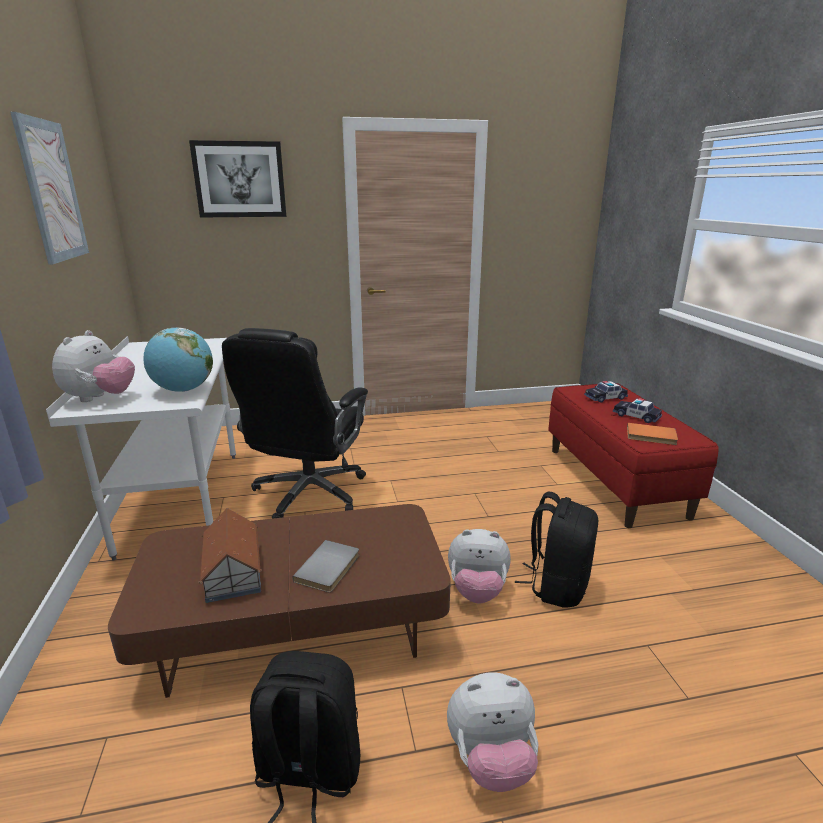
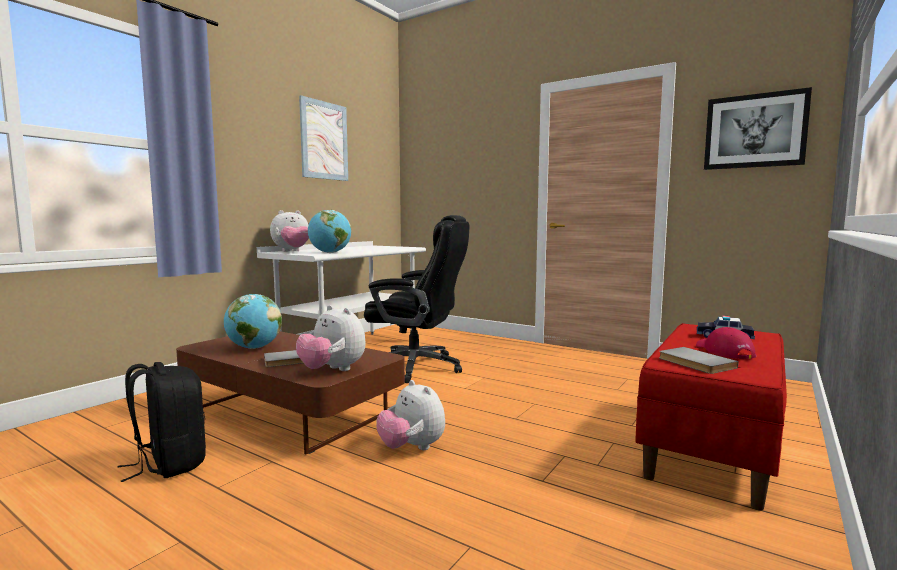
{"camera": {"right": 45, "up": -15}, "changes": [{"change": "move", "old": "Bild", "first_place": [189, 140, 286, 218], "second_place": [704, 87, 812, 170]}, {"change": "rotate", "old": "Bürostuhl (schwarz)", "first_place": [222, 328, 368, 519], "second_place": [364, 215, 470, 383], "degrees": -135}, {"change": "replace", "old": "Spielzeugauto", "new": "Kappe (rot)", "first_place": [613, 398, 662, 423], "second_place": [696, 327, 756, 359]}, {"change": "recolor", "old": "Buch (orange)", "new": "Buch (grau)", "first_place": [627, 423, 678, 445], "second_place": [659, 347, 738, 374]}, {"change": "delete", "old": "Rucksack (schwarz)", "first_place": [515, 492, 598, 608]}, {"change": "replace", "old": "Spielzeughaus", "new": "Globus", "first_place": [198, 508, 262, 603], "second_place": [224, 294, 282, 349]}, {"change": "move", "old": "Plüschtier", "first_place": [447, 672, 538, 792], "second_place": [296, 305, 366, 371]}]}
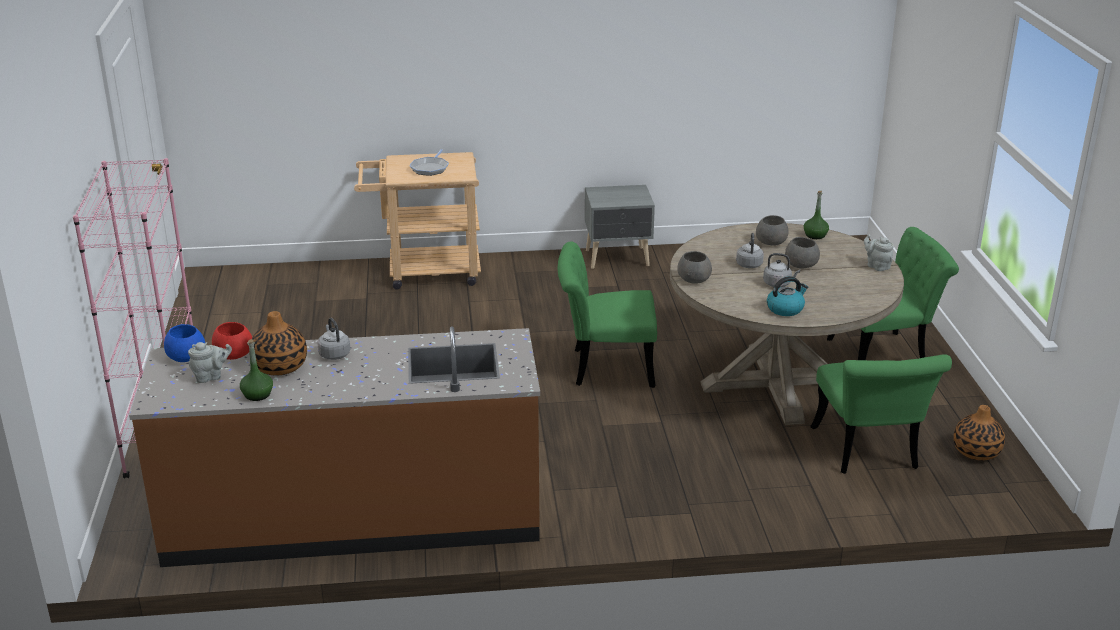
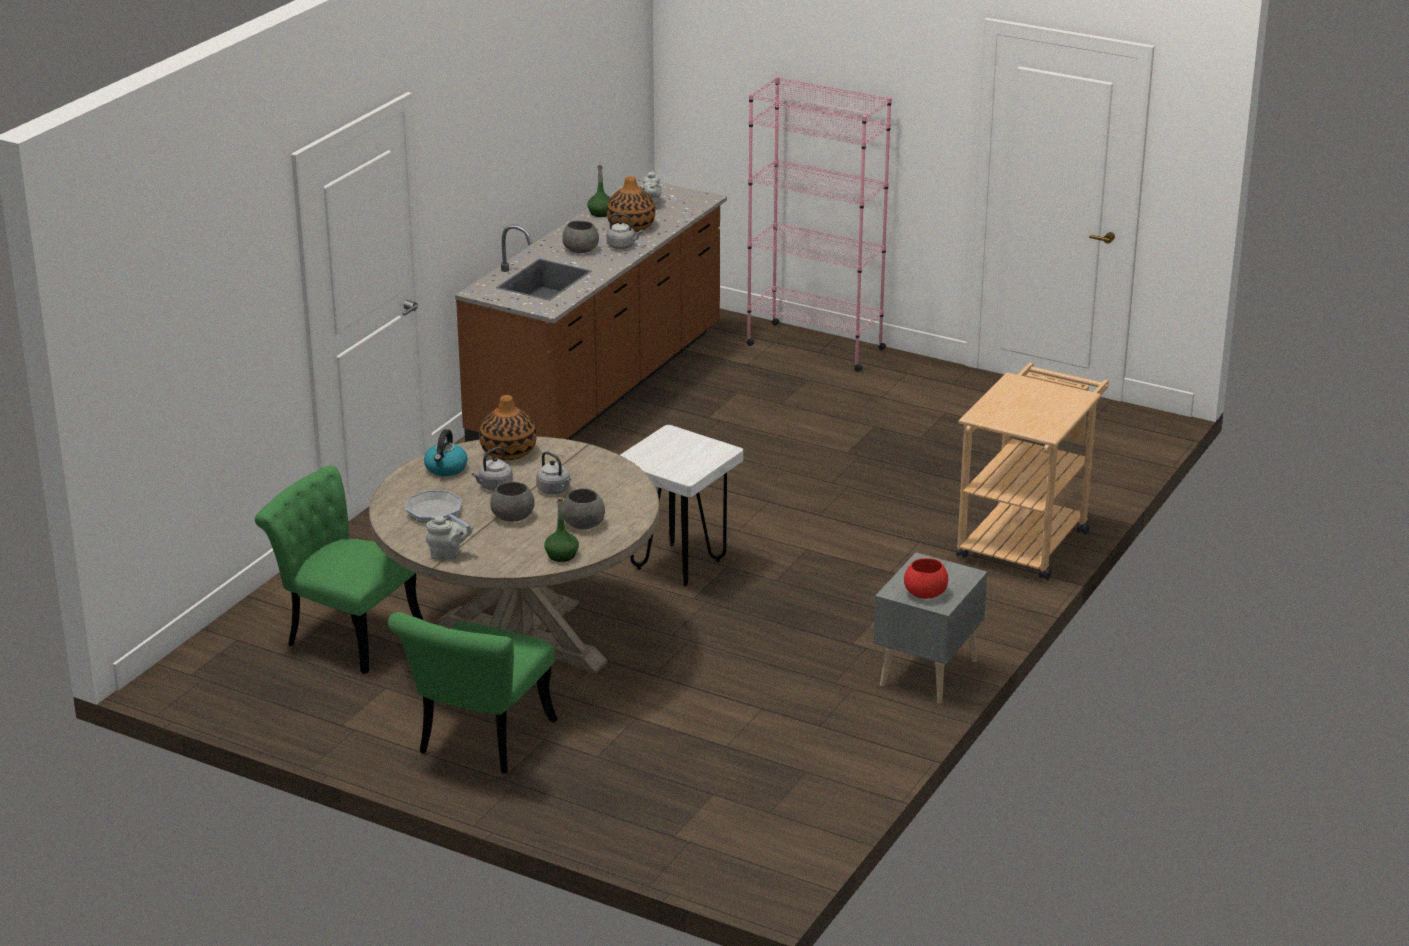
{"camera": {"right": 125, "up": 0}, "changes": [{"change": "move", "old": "Pfanne", "first_place": [409, 149, 449, 176], "second_place": [405, 491, 473, 529]}, {"change": "replace", "old": "Stuhl (grün)", "new": "Hocker (weiß)", "first_place": [557, 242, 657, 388], "second_place": [620, 425, 743, 586]}, {"change": "move", "old": "Schüssel (grau)", "first_place": [677, 251, 712, 284], "second_place": [562, 221, 599, 253]}, {"change": "move", "old": "Schüssel (rot)", "first_place": [212, 322, 252, 360], "second_place": [904, 558, 948, 599]}, {"change": "delete", "old": "Schüssel (blau)", "first_place": [164, 324, 205, 362]}, {"change": "move", "old": "Vase", "first_place": [953, 405, 1005, 461], "second_place": [479, 395, 537, 460]}]}
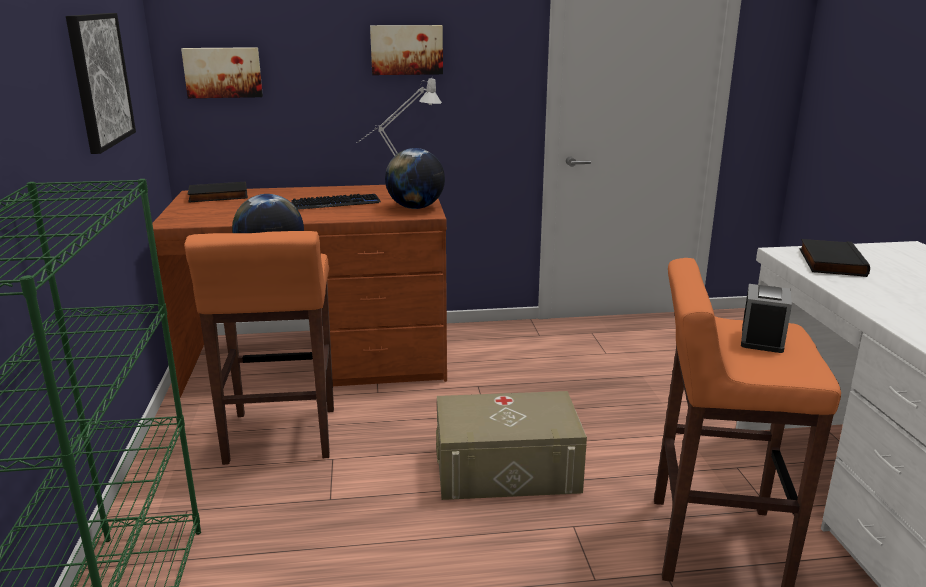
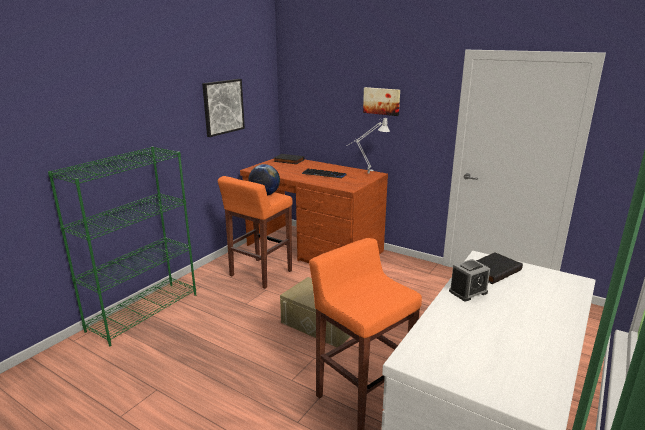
{"camera": {"right": 40, "up": 0}, "changes": [{"change": "delete", "old": "Bild", "first_place": [181, 47, 263, 98]}, {"change": "delete", "old": "Globus", "first_place": [385, 148, 445, 209]}, {"change": "move", "old": "Wecker", "first_place": [741, 284, 792, 353], "second_place": [449, 259, 490, 301]}]}
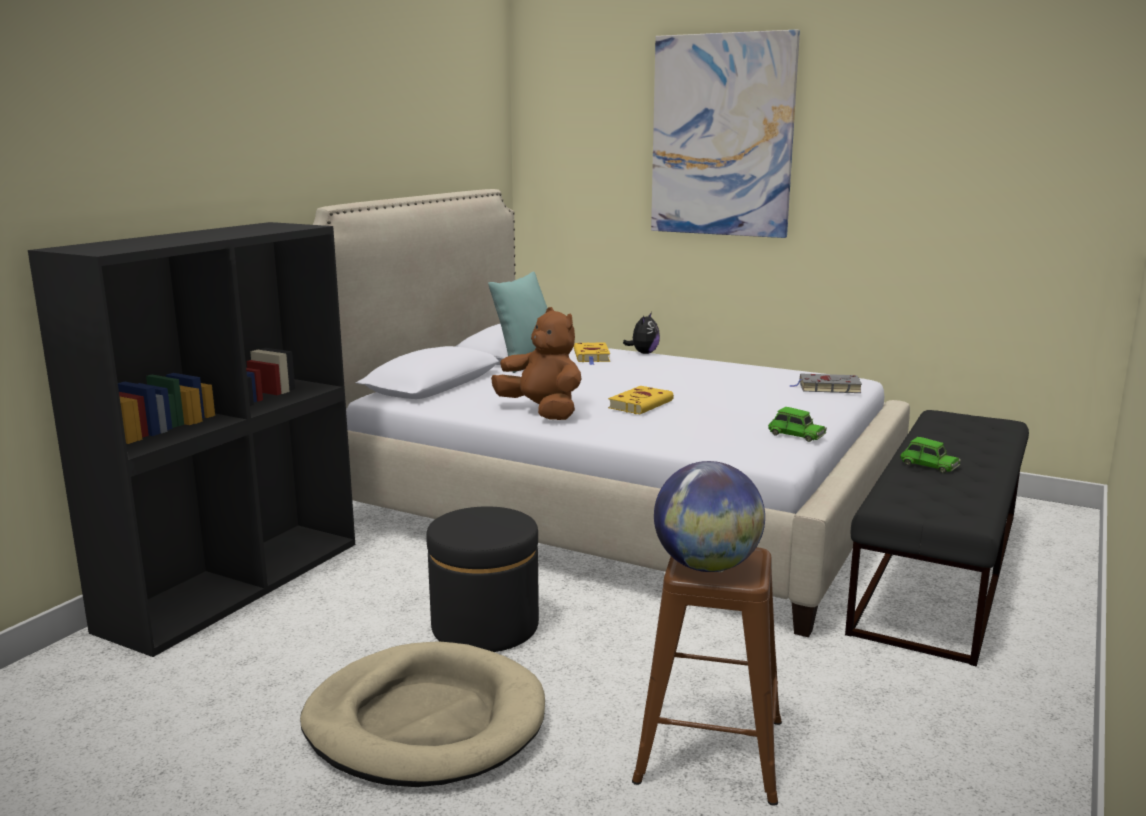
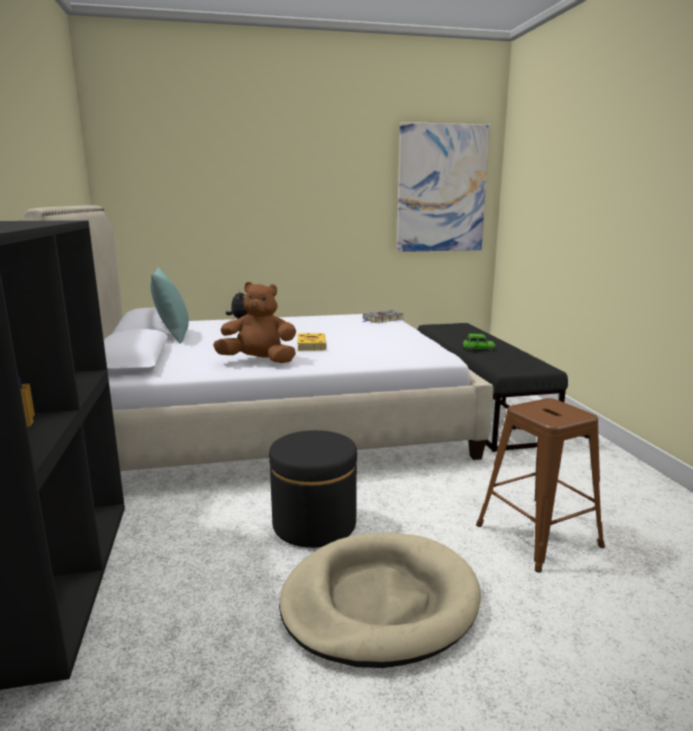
{"camera": {"right": -40, "up": 0}, "changes": [{"change": "move", "old": "Bild", "first_place": [651, 29, 800, 238], "second_place": [397, 122, 490, 252]}, {"change": "delete", "old": "Buch (gelb)", "first_place": [574, 342, 610, 365]}, {"change": "delete", "old": "Spielzeugauto (grün)", "first_place": [768, 407, 827, 442]}, {"change": "delete", "old": "Globus", "first_place": [654, 461, 765, 572]}]}
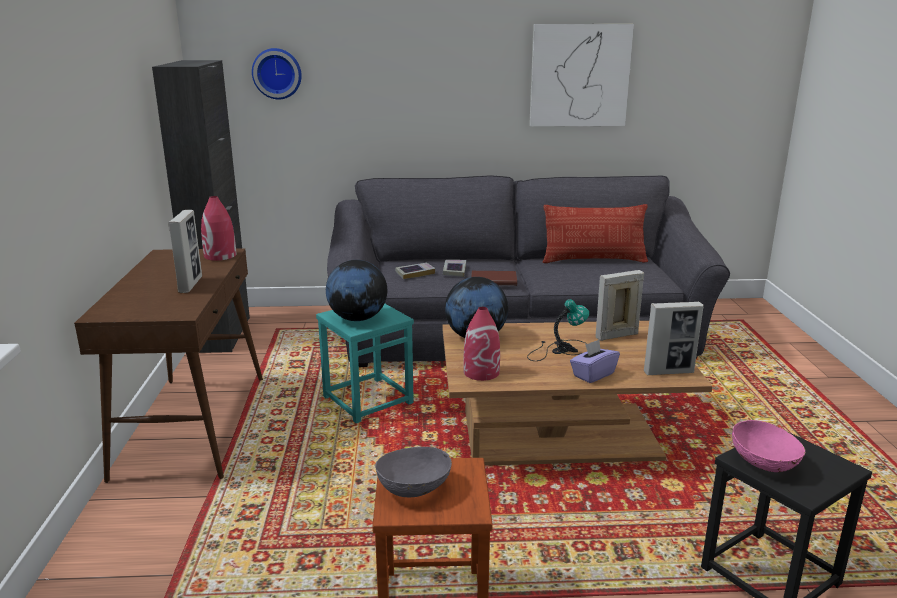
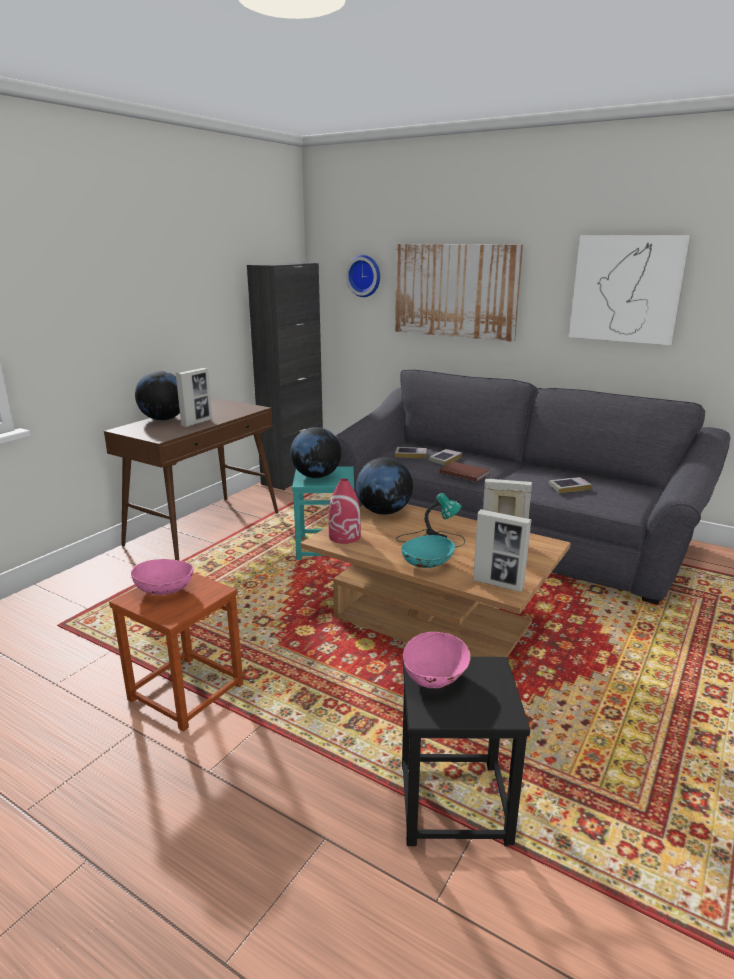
{"camera": {"right": 35, "up": 0}, "changes": [{"change": "delete", "old": "Vase (rot)", "first_place": [201, 196, 236, 261]}, {"change": "delete", "old": "Kissen", "first_place": [543, 204, 648, 263]}, {"change": "replace", "old": "Taschentuchbox (lila)", "new": "Schüssel (türkis)", "first_place": [570, 340, 620, 383], "second_place": [401, 535, 455, 568]}, {"change": "recolor", "old": "Schüssel (grau)", "new": "Schüssel (rosa)", "first_place": [375, 446, 452, 497], "second_place": [131, 559, 193, 595]}, {"change": "insert", "new": "Bild", "second_place": [395, 244, 523, 342]}, {"change": "insert", "new": "Globus", "second_place": [135, 371, 180, 420]}, {"change": "insert", "new": "Buch", "second_place": [548, 477, 592, 493]}]}
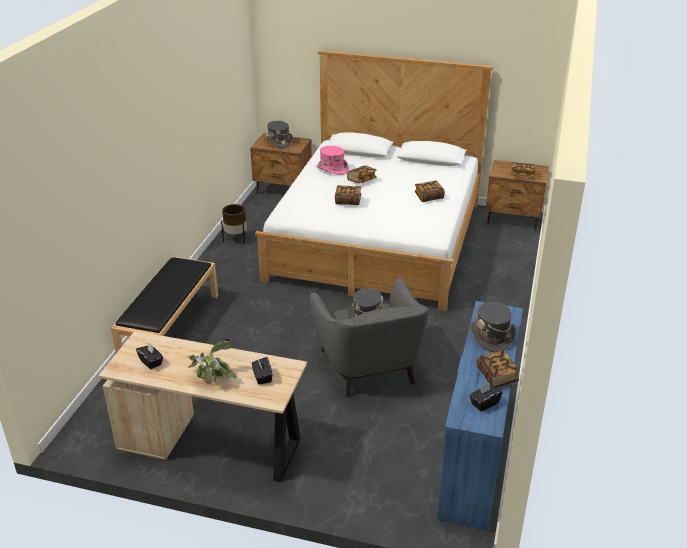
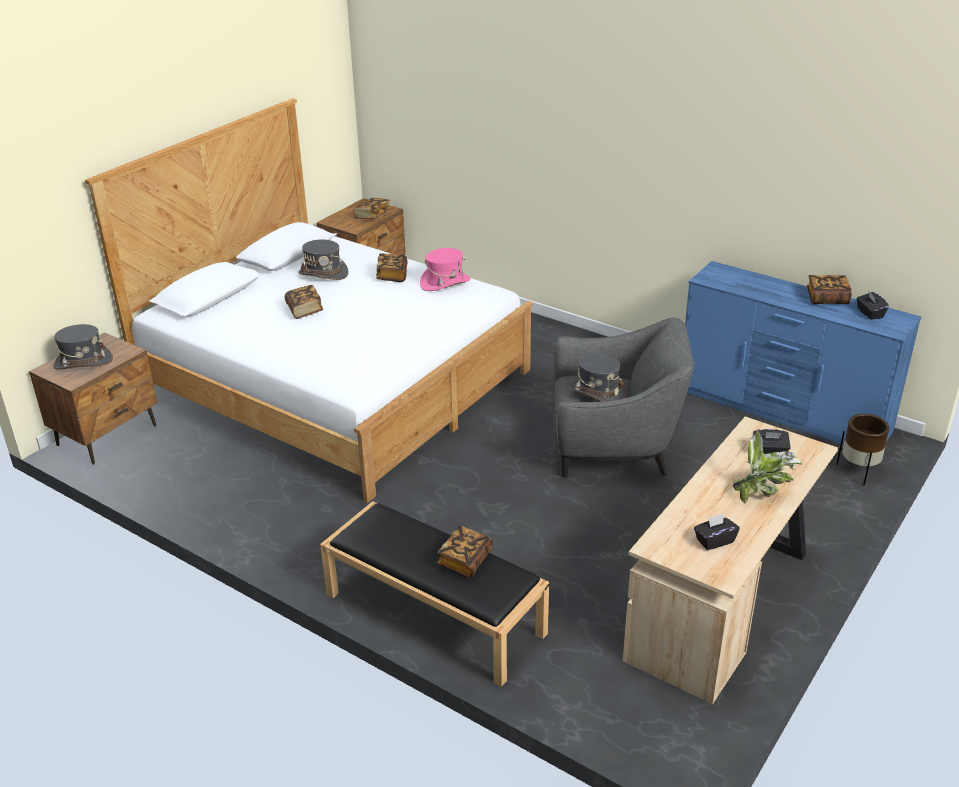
{"camera": {"right": -70, "up": 0}, "changes": [{"change": "move", "old": "Hut (rosa)", "first_place": [316, 146, 349, 175], "second_place": [420, 248, 471, 291]}, {"change": "move", "old": "Buch", "first_place": [335, 185, 361, 205], "second_place": [437, 526, 493, 579]}, {"change": "move", "old": "Pflanzkübel (braun)", "first_place": [221, 204, 247, 244], "second_place": [836, 414, 889, 485]}, {"change": "move", "old": "Hut (grau)", "first_place": [470, 301, 516, 352], "second_place": [298, 240, 349, 280]}]}
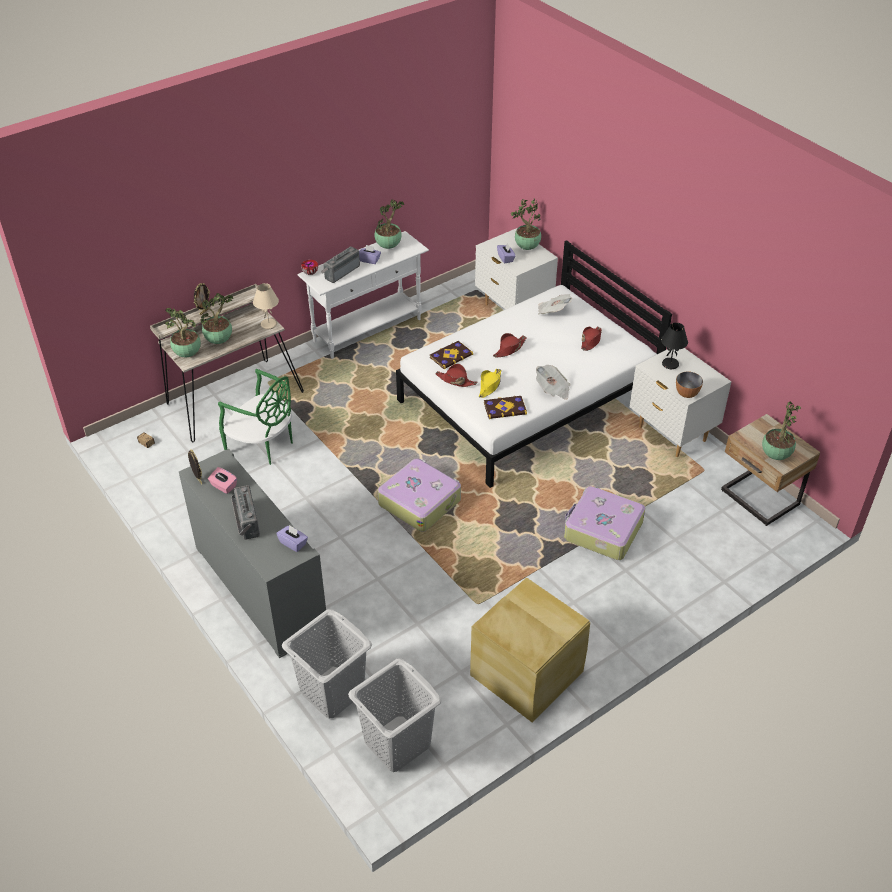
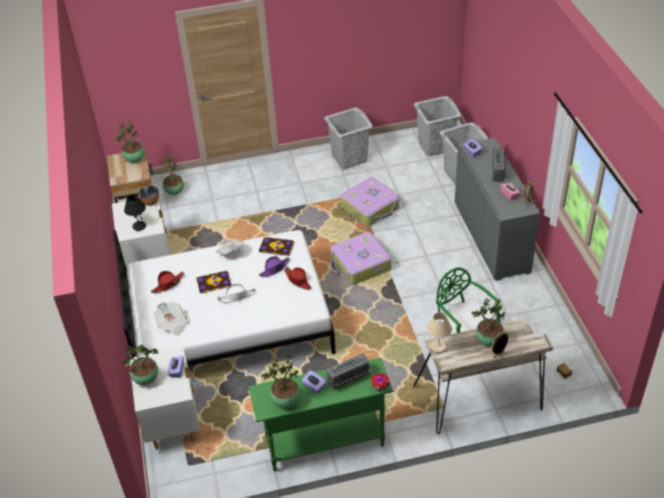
{"camera": {"right": -155, "up": 0}, "changes": [{"change": "recolor", "old": "Konsolentisch (weiß)", "new": "Konsolentisch (grün)", "first_place": [298, 231, 429, 359], "second_place": [249, 358, 393, 472]}, {"change": "move", "old": "Topfpflanze", "first_place": [164, 308, 201, 358], "second_place": [163, 156, 184, 195]}, {"change": "recolor", "old": "Hut (rot)", "new": "Hut (weiß)", "first_place": [493, 333, 527, 357], "second_place": [218, 284, 255, 303]}, {"change": "move", "old": "Buch", "first_place": [429, 341, 473, 369], "second_place": [196, 270, 231, 293]}, {"change": "recolor", "old": "Hut (gelb)", "new": "Hut (lila)", "first_place": [479, 369, 501, 398], "second_place": [259, 256, 290, 277]}, {"change": "move", "old": "Koffer", "first_place": [564, 486, 645, 560], "second_place": [340, 177, 399, 226]}, {"change": "replace", "old": "Aufbewahrungsbox (beige)", "new": "Wäschekorb (grau)", "first_place": [470, 578, 590, 722], "second_place": [324, 108, 373, 169]}]}
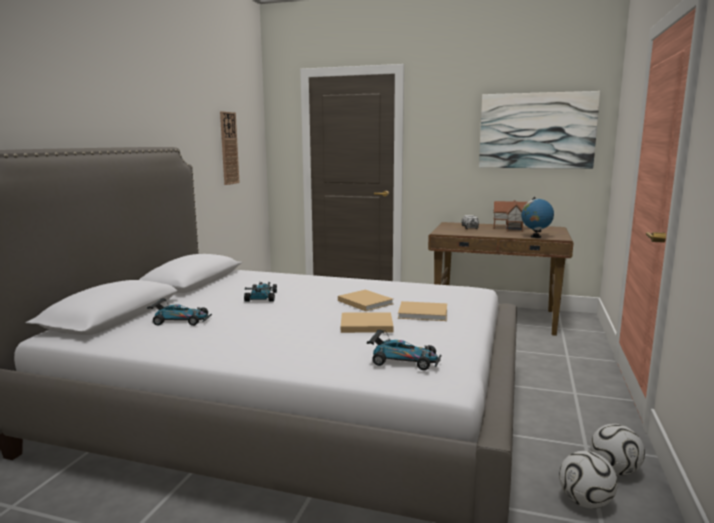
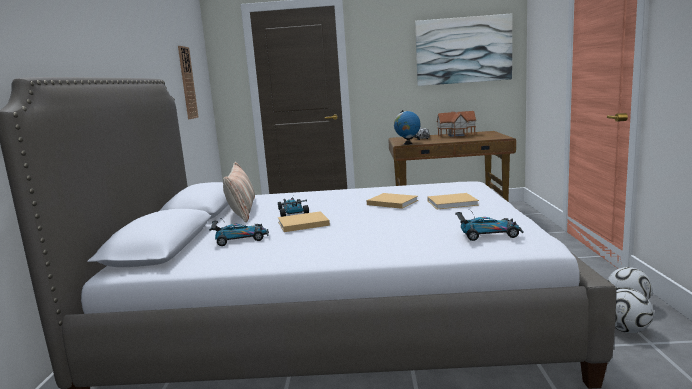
{"camera": {"right": -15, "up": 0}, "changes": [{"change": "move", "old": "Globus", "first_place": [521, 197, 554, 238], "second_place": [394, 110, 421, 145]}, {"change": "move", "old": "Buch (beige)", "first_place": [341, 312, 393, 333], "second_place": [278, 211, 330, 232]}, {"change": "insert", "new": "Kissen", "second_place": [223, 162, 255, 223]}]}
